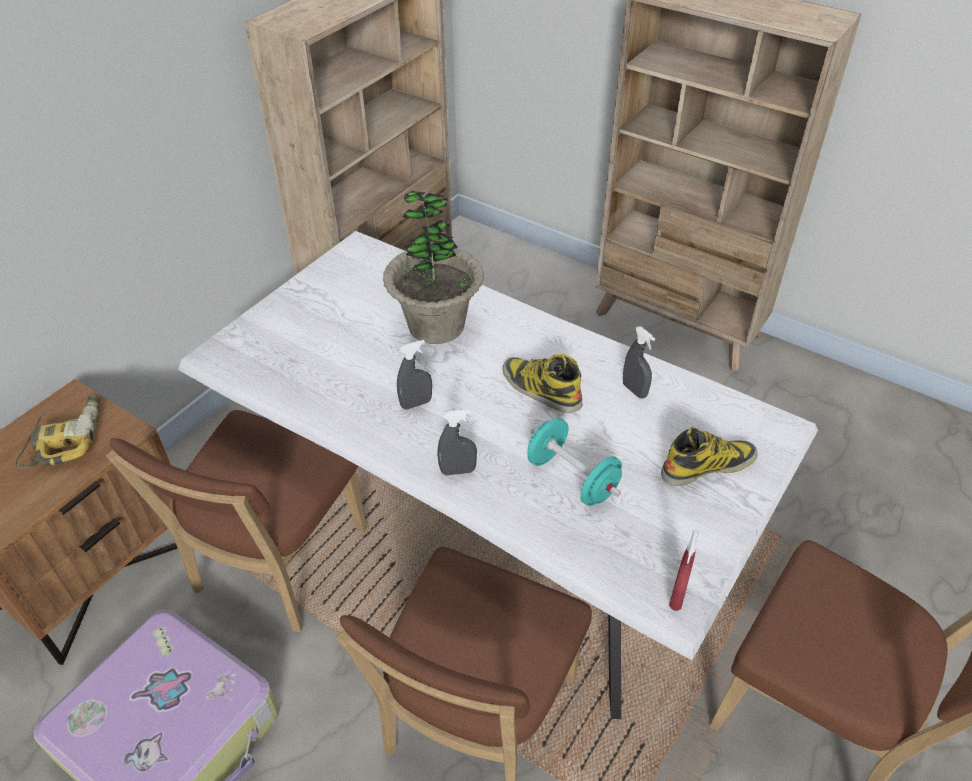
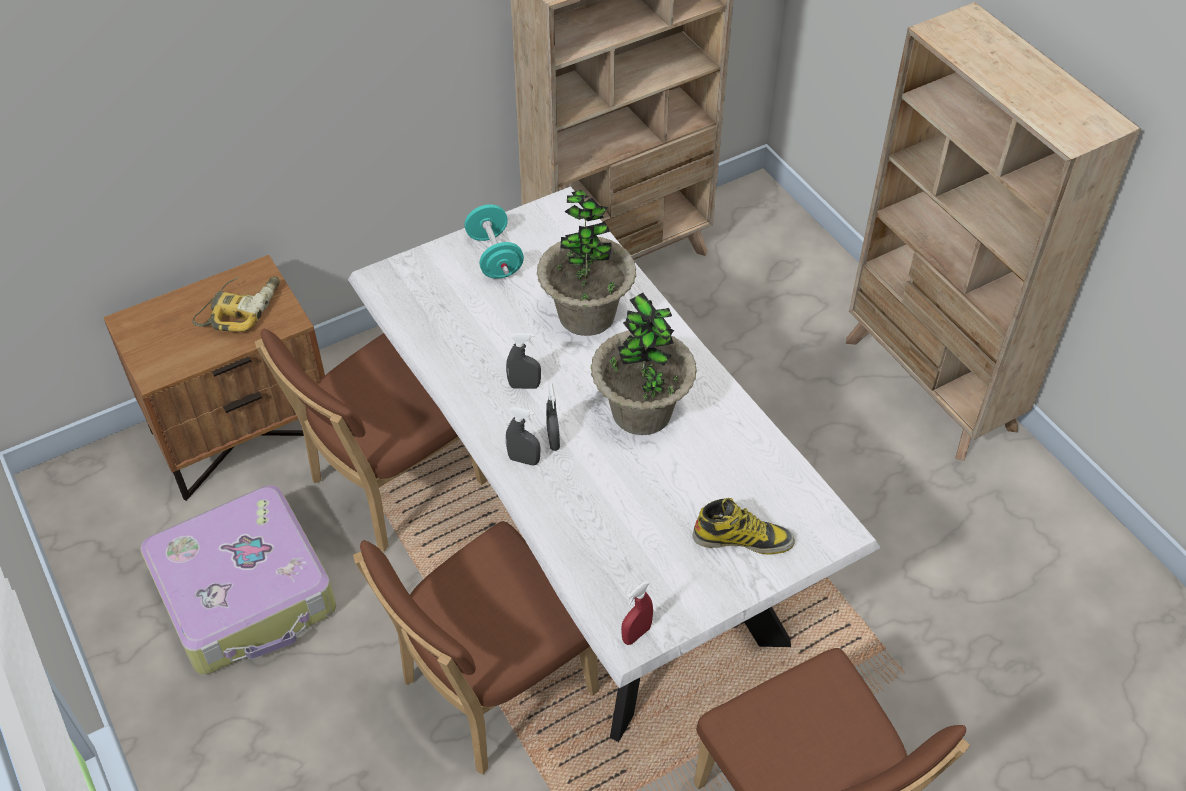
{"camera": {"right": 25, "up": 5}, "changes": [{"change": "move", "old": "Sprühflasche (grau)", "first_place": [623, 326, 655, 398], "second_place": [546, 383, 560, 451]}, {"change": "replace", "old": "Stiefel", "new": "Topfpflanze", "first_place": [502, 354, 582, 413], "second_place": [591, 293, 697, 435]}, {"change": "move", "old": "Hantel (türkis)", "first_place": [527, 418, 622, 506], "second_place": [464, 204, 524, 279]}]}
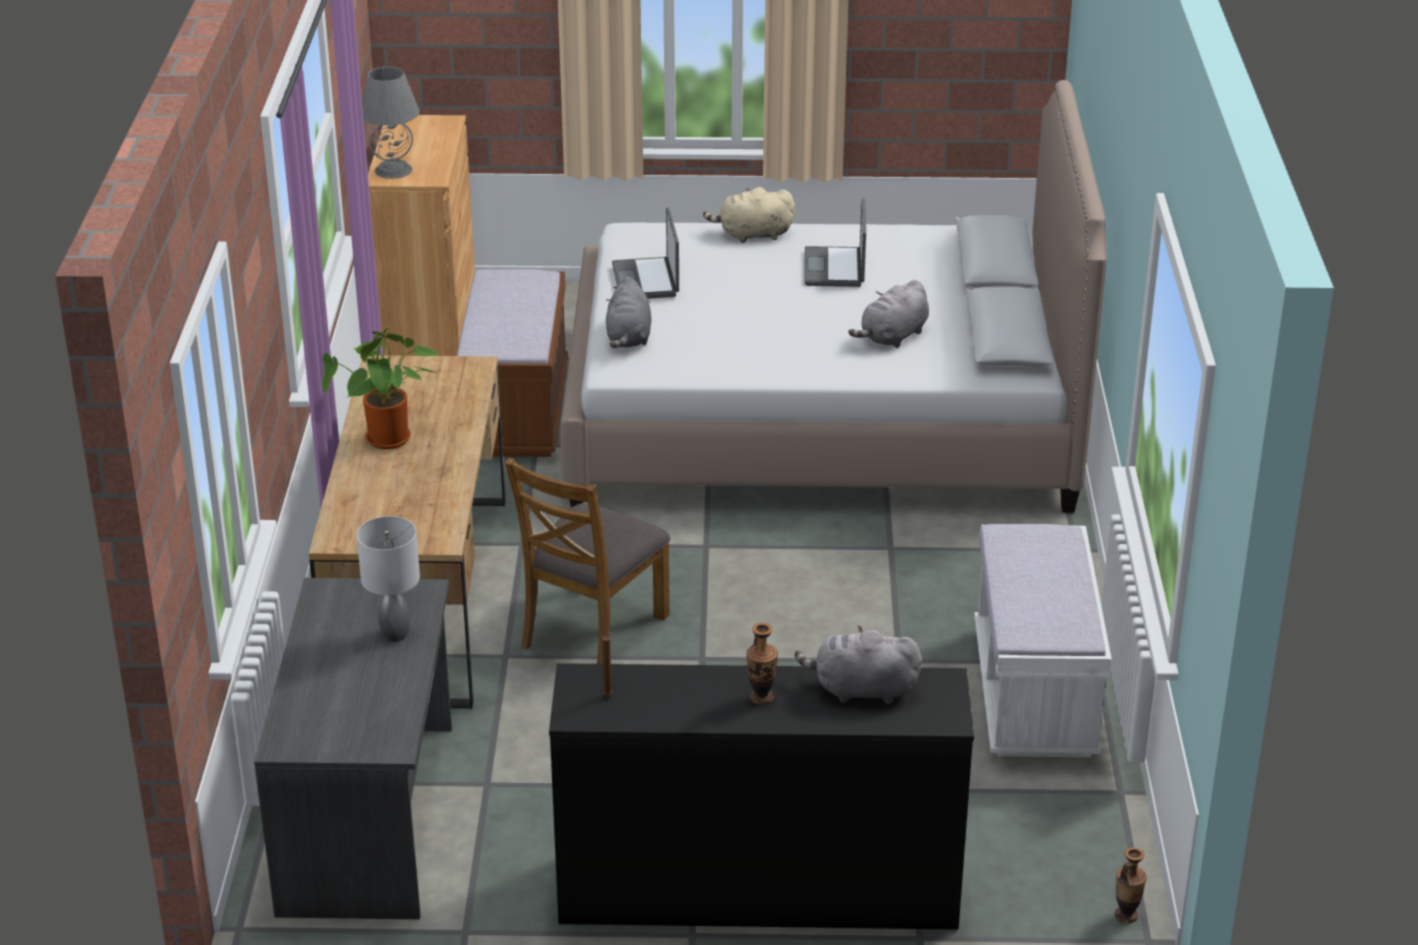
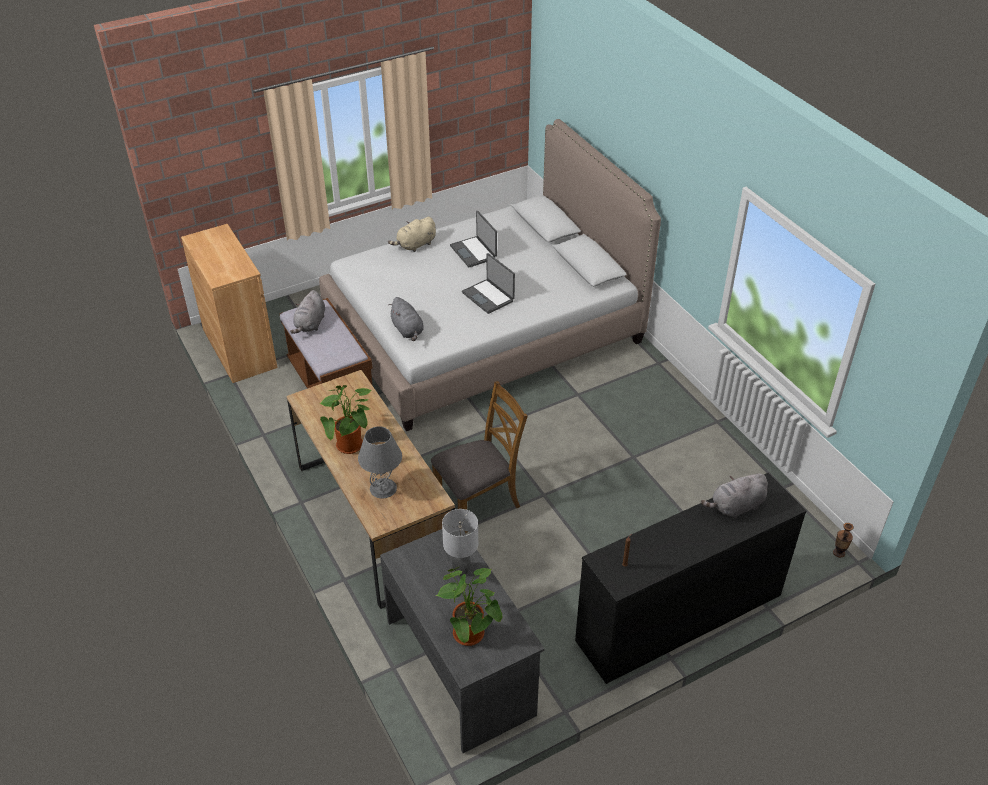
{"camera": {"right": -30, "up": 10}, "changes": [{"change": "move", "old": "Tischlampe (grau)", "first_place": [362, 67, 420, 179], "second_place": [358, 426, 402, 499]}, {"change": "move", "old": "Laptop", "first_place": [612, 208, 679, 299], "second_place": [462, 253, 515, 314]}, {"change": "move", "old": "Plüschtier (grau)", "first_place": [848, 280, 929, 348], "second_place": [290, 290, 325, 334]}, {"change": "rotate", "old": "Stuhl (braun)", "first_place": [505, 457, 670, 664], "second_place": [431, 381, 528, 533], "degrees": -120}, {"change": "delete", "old": "Bank (weiß)", "first_place": [974, 524, 1112, 757]}, {"change": "delete", "old": "Vase", "first_place": [747, 623, 778, 704]}, {"change": "insert", "new": "Topfpflanze", "second_place": [435, 567, 502, 646]}]}
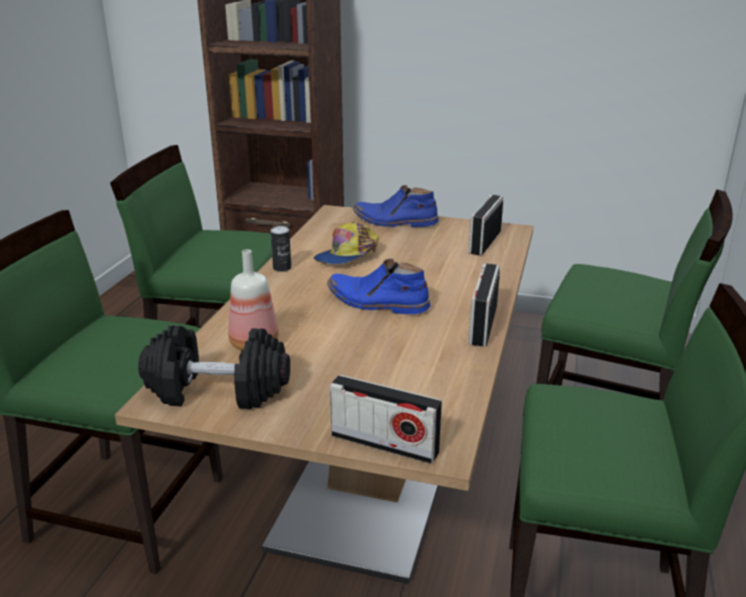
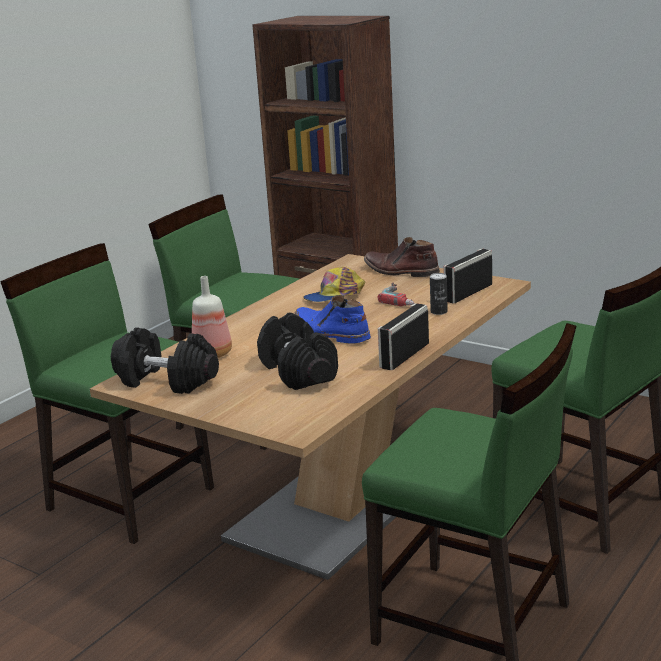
{"camera": {"right": 20, "up": -5}, "changes": [{"change": "recolor", "old": "Stiefel (blau)", "new": "Stiefel (braun)", "first_place": [353, 185, 439, 227], "second_place": [364, 237, 440, 277]}, {"change": "move", "old": "Dose", "first_place": [271, 226, 291, 272], "second_place": [430, 273, 448, 315]}, {"change": "delete", "old": "Radio", "first_place": [330, 375, 442, 464]}, {"change": "insert", "new": "Bohrmaschine", "second_place": [378, 282, 414, 307]}, {"change": "insert", "new": "Hantel (schwarz)", "second_place": [257, 312, 338, 390]}]}
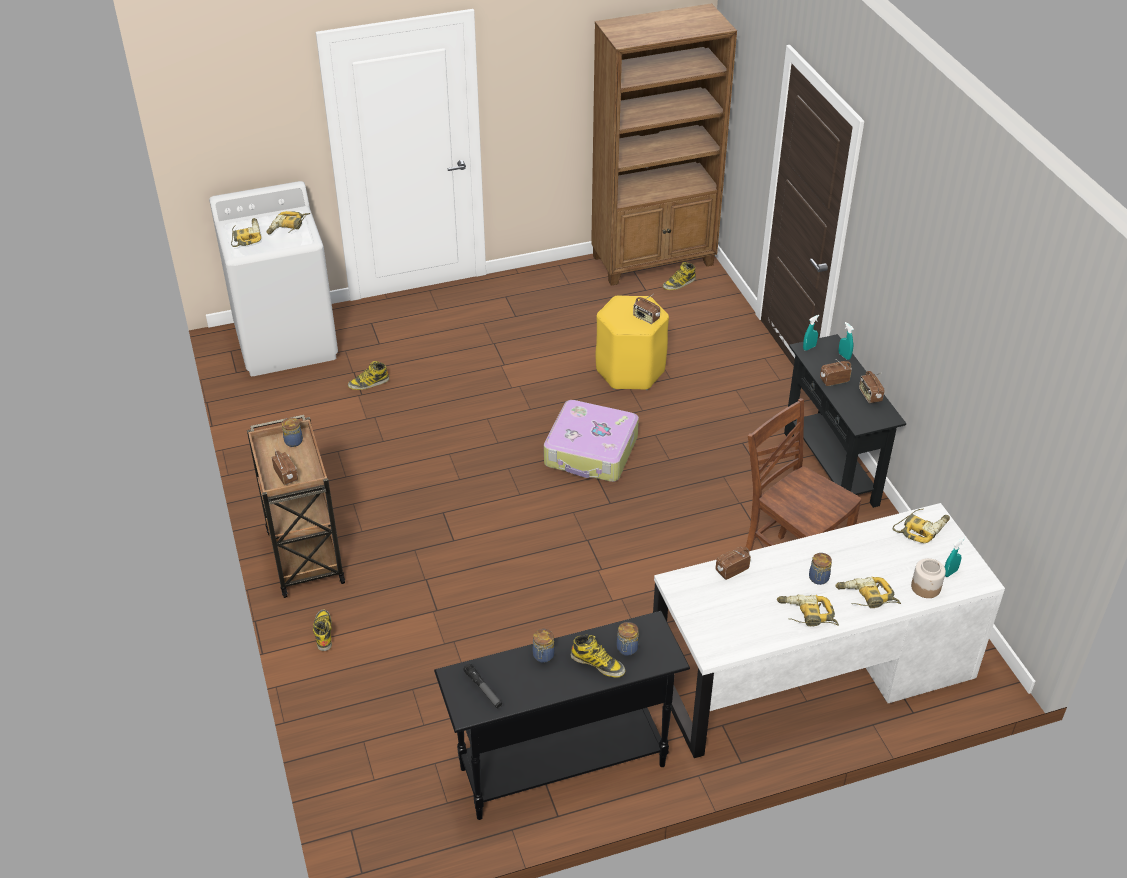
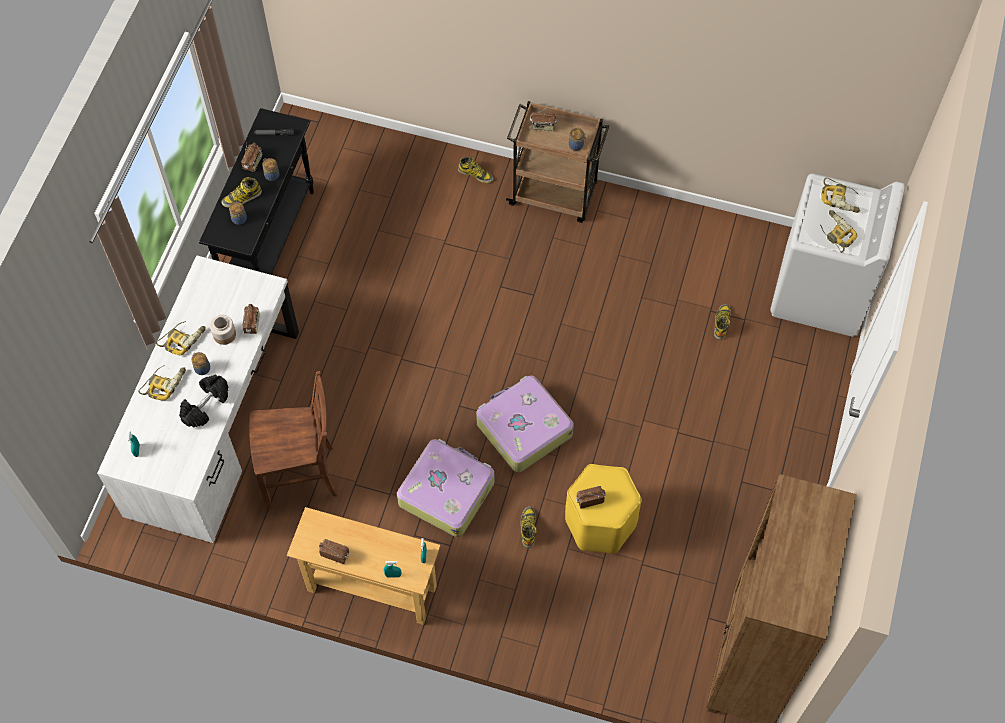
{"camera": {"right": 125, "up": 20}, "changes": [{"change": "move", "old": "Stiefel", "first_place": [663, 262, 696, 290], "second_place": [521, 507, 537, 548]}, {"change": "recolor", "old": "Konsolentisch (schwarz)", "new": "Konsolentisch (beige)", "first_place": [784, 334, 906, 508], "second_place": [287, 507, 440, 625]}, {"change": "move", "old": "Radio", "first_place": [820, 359, 852, 386], "second_place": [241, 143, 262, 172]}, {"change": "delete", "old": "Bohrmaschine", "first_place": [893, 508, 950, 543]}, {"change": "move", "old": "Vorratsglas", "first_place": [911, 558, 946, 598], "second_place": [210, 315, 236, 345]}, {"change": "insert", "new": "Hantel (schwarz)", "second_place": [179, 375, 229, 427]}, {"change": "insert", "new": "Koffer", "second_place": [397, 439, 495, 537]}]}
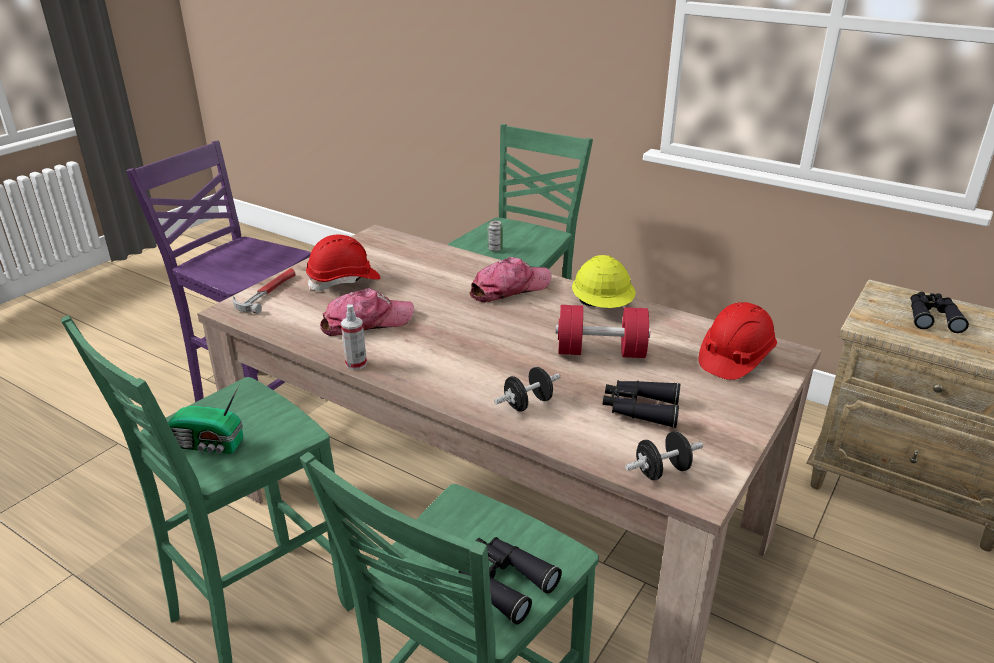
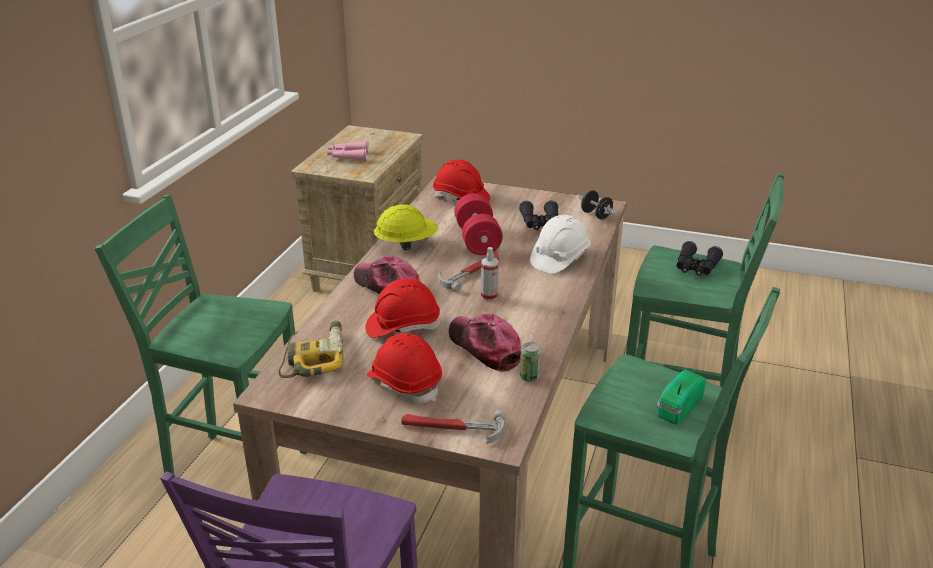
{"camera": {"right": -105, "up": 0}, "changes": [{"change": "move", "old": "Dose", "first_place": [488, 220, 503, 252], "second_place": [520, 342, 541, 382]}, {"change": "recolor", "old": "Fernglas (schwarz)", "new": "Fernglas (rosa)", "first_place": [911, 292, 969, 333], "second_place": [327, 141, 369, 161]}, {"change": "move", "old": "Sprühflasche", "first_place": [341, 304, 367, 370], "second_place": [481, 247, 499, 301]}, {"change": "replace", "old": "Hantel (schwarz)", "new": "Schutzhelm (weiß)", "first_place": [494, 367, 560, 412], "second_place": [530, 215, 590, 273]}, {"change": "rotate", "old": "Radio", "first_place": [168, 385, 243, 454], "second_place": [656, 370, 706, 424], "degrees": -135}, {"change": "insert", "new": "Hammer", "second_place": [438, 253, 499, 292]}, {"change": "insert", "new": "Schutzhelm (rot)", "second_place": [365, 278, 440, 338]}, {"change": "insert", "new": "Bohrmaschine", "second_place": [279, 321, 344, 378]}]}
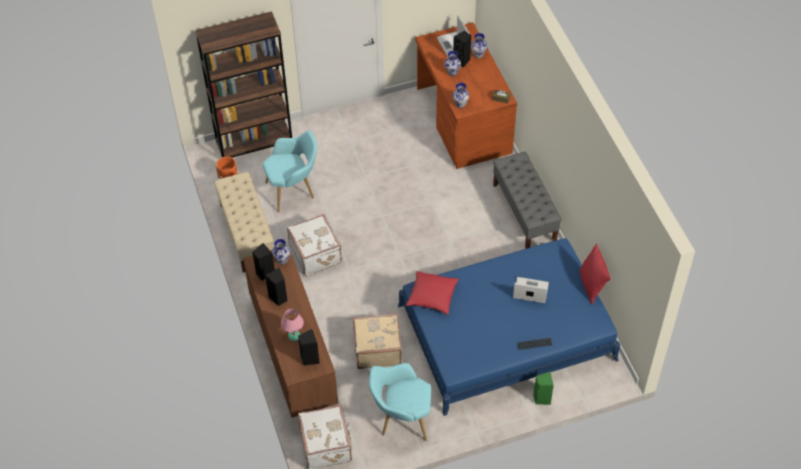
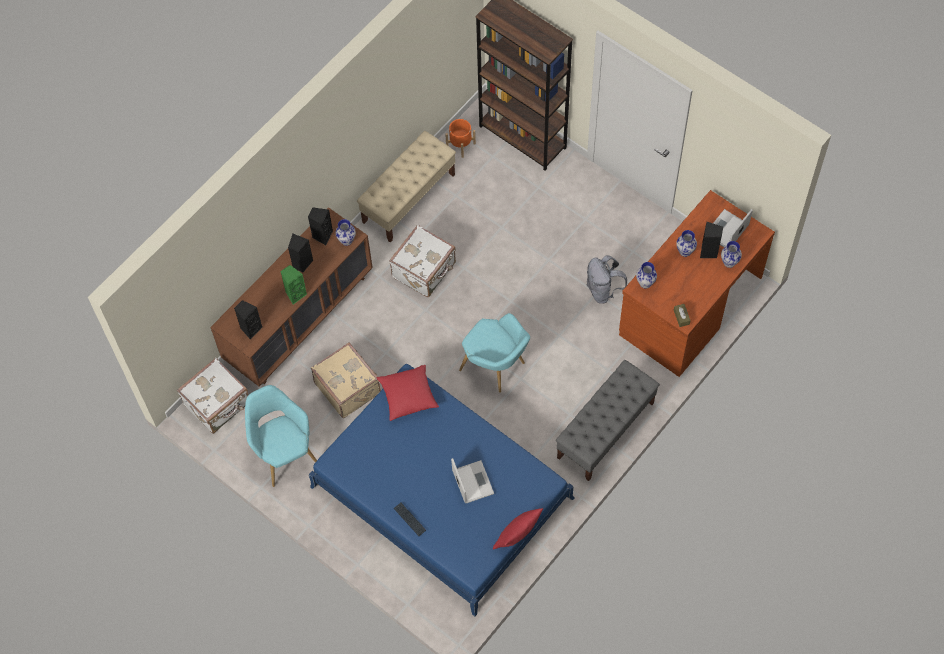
{"camera": {"right": 60, "up": 10}, "changes": [{"change": "move", "old": "Sessel (türkis)", "first_place": [263, 130, 317, 212], "second_place": [459, 313, 530, 393]}, {"change": "delete", "old": "Tischlampe (rosa)", "first_place": [281, 309, 304, 342]}, {"change": "move", "old": "Lautsprecher (grün)", "first_place": [533, 372, 554, 405], "second_place": [280, 265, 307, 304]}, {"change": "insert", "new": "Rucksack (grau)", "second_place": [587, 255, 627, 304]}]}
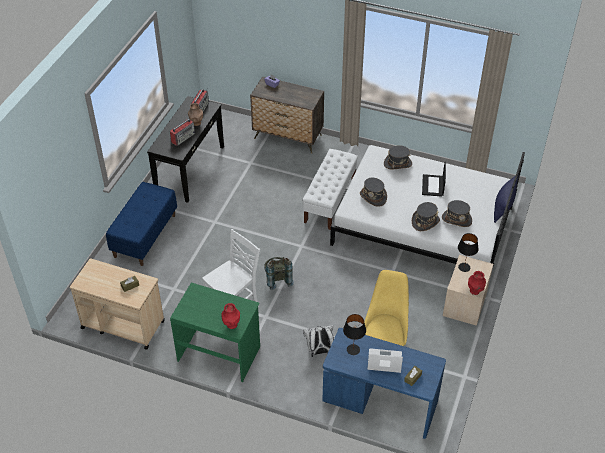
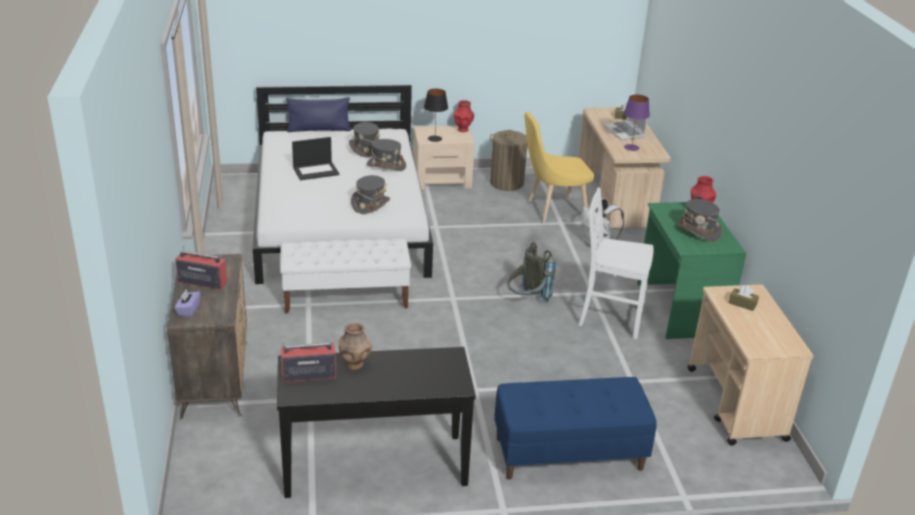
{"camera": {"right": -120, "up": -15}, "changes": [{"change": "move", "old": "Radio", "first_place": [170, 119, 195, 146], "second_place": [175, 245, 227, 290]}, {"change": "move", "old": "Hut (grau)", "first_place": [384, 145, 412, 169], "second_place": [676, 199, 722, 241]}, {"change": "recolor", "old": "Tischlampe (schwarz)", "new": "Tischlampe (lila)", "first_place": [343, 314, 366, 355], "second_place": [624, 95, 650, 151]}, {"change": "recolor", "old": "Schreibtisch (blau)", "new": "Schreibtisch (beige)", "first_place": [322, 328, 446, 439], "second_place": [578, 107, 671, 229]}, {"change": "insert", "new": "Wäschekorb", "second_place": [490, 130, 528, 191]}]}
